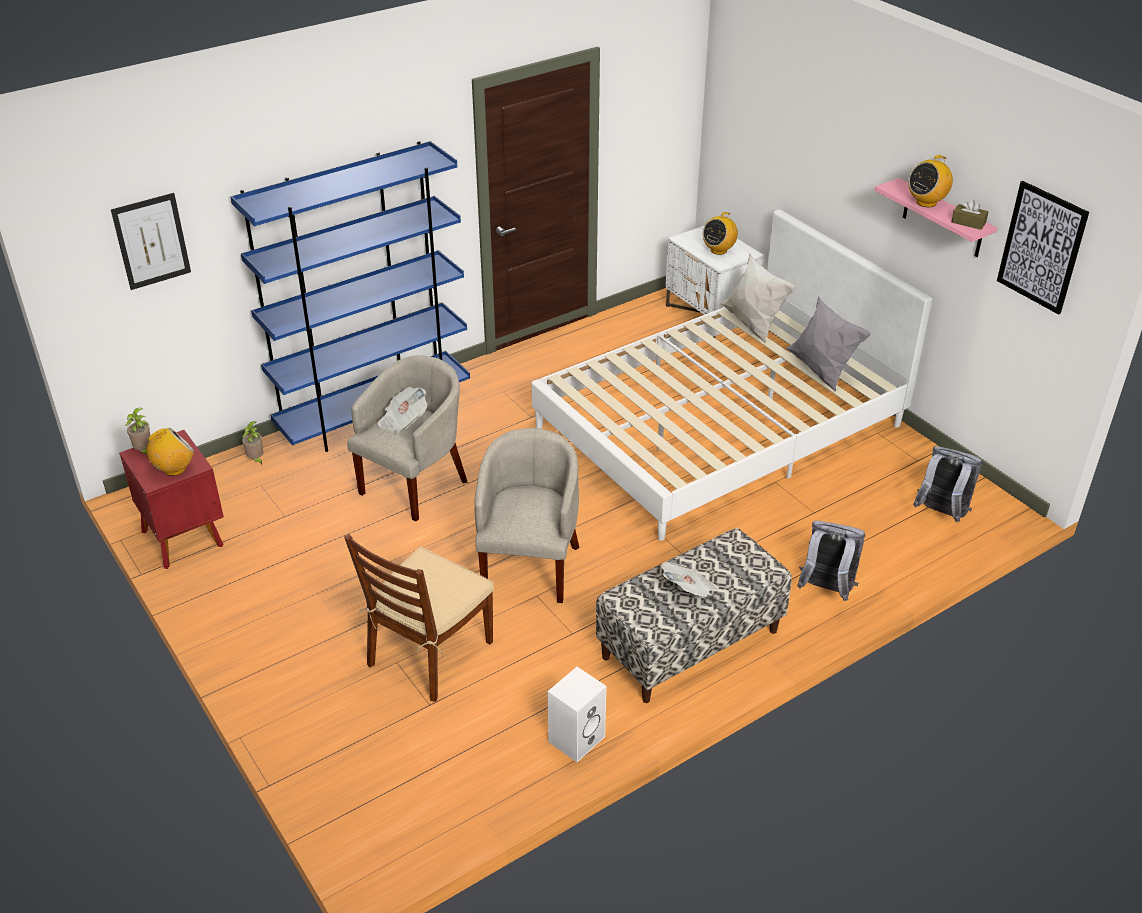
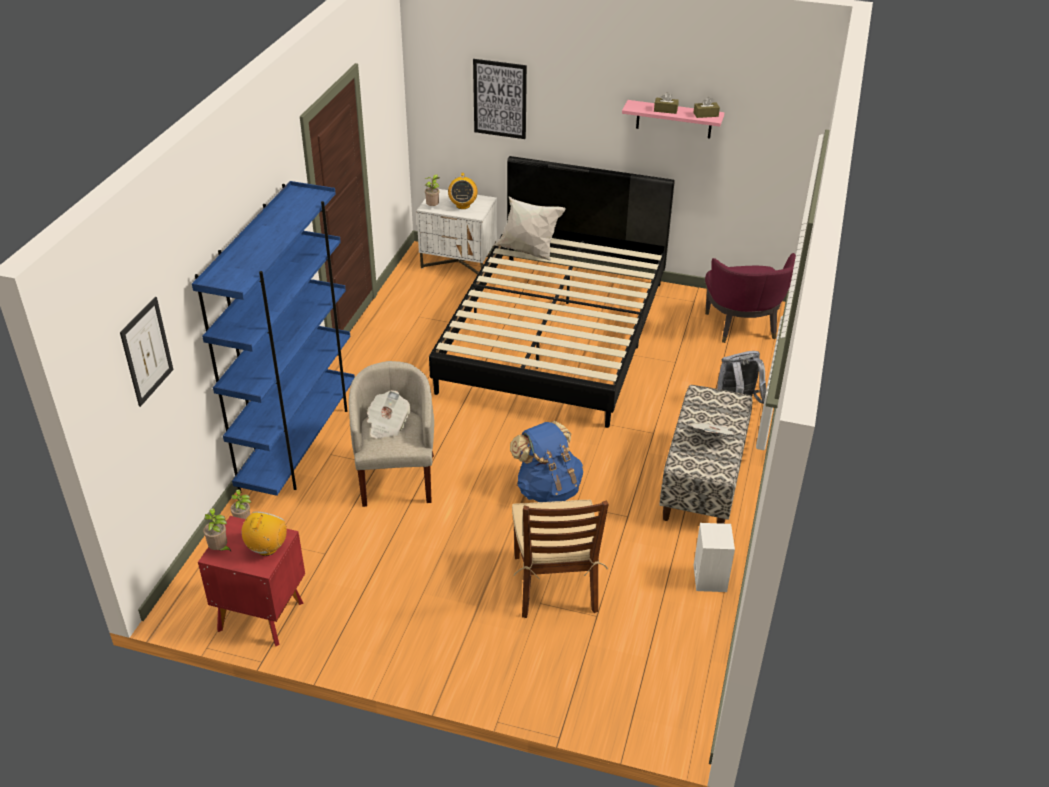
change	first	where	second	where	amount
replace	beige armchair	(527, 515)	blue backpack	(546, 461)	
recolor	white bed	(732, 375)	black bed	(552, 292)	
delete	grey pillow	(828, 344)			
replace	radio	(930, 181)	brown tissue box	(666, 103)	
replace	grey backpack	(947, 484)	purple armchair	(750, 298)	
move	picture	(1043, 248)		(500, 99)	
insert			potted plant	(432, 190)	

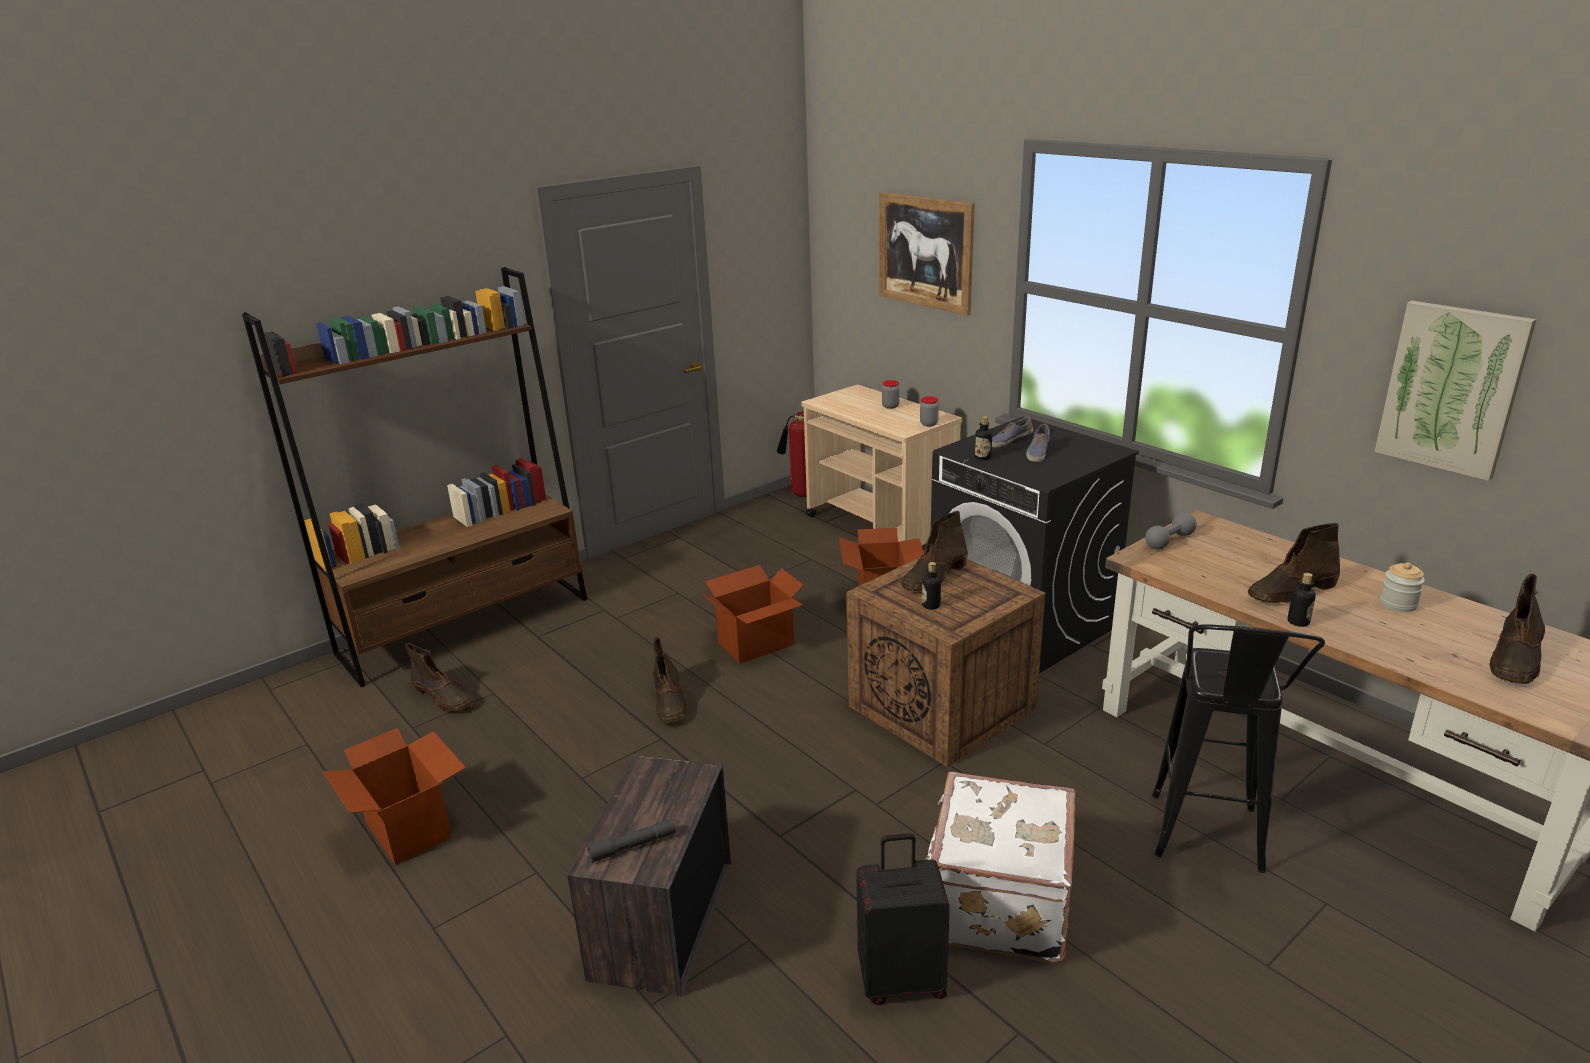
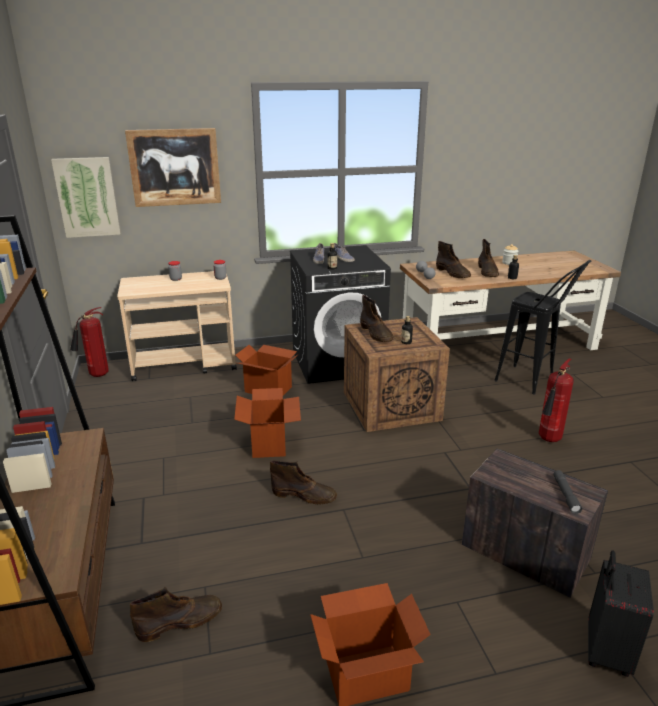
change	first	where	second	where	amount
move	black suitcase	(903, 919)		(621, 614)	
replace	white suitcase	(1000, 867)	fire extinguisher	(556, 400)	
move	picture	(1456, 391)		(86, 197)	
move	brown boot	(1517, 628)		(453, 259)	

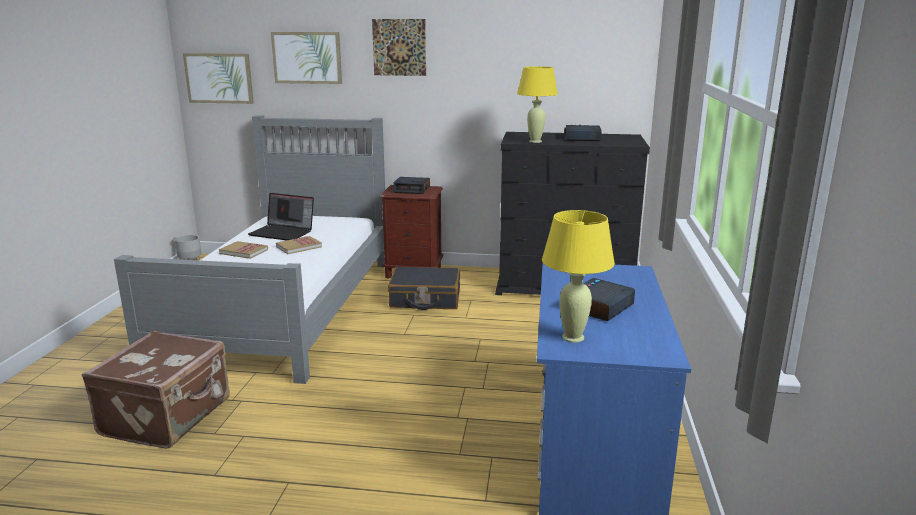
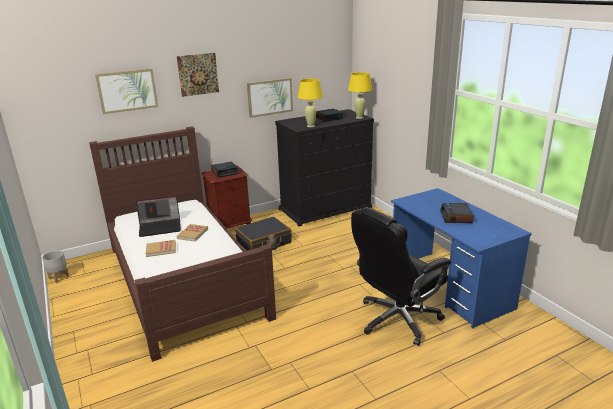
change	first	where	second	where	amount
delete	brown suitcase	(156, 390)			
recolor	grey bed	(249, 249)	brown bed	(182, 244)	
move	picture	(218, 78)		(270, 98)	
move	yellow table lamp	(578, 276)		(360, 95)	
insert			black office chair	(401, 277)	

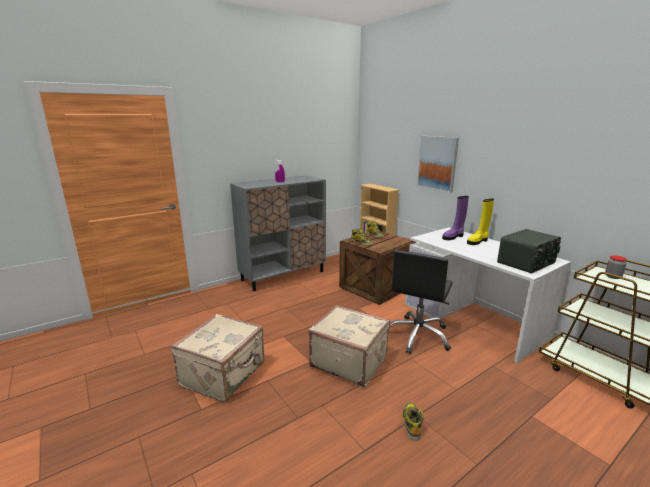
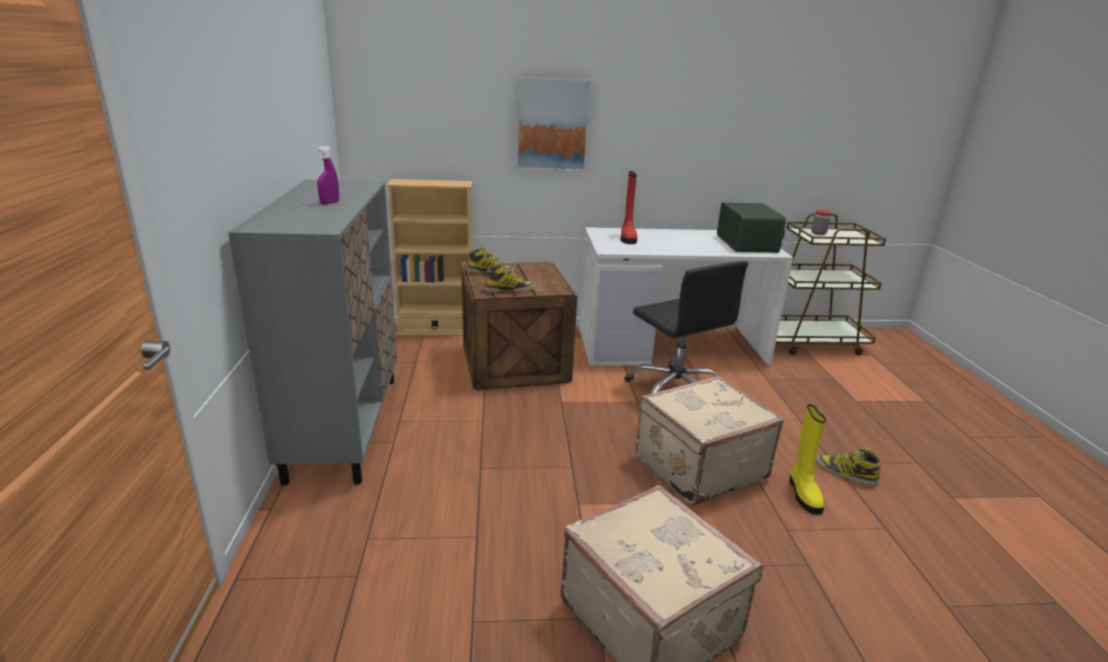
change	first	where	second	where	amount
recolor	purple boot	(455, 218)	red boot	(629, 207)	
move	yellow boot	(480, 222)		(807, 459)	

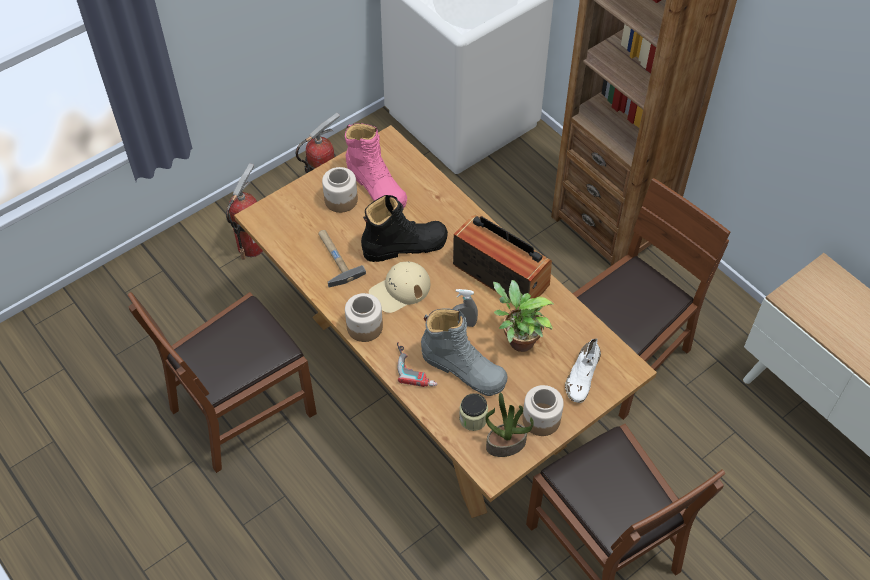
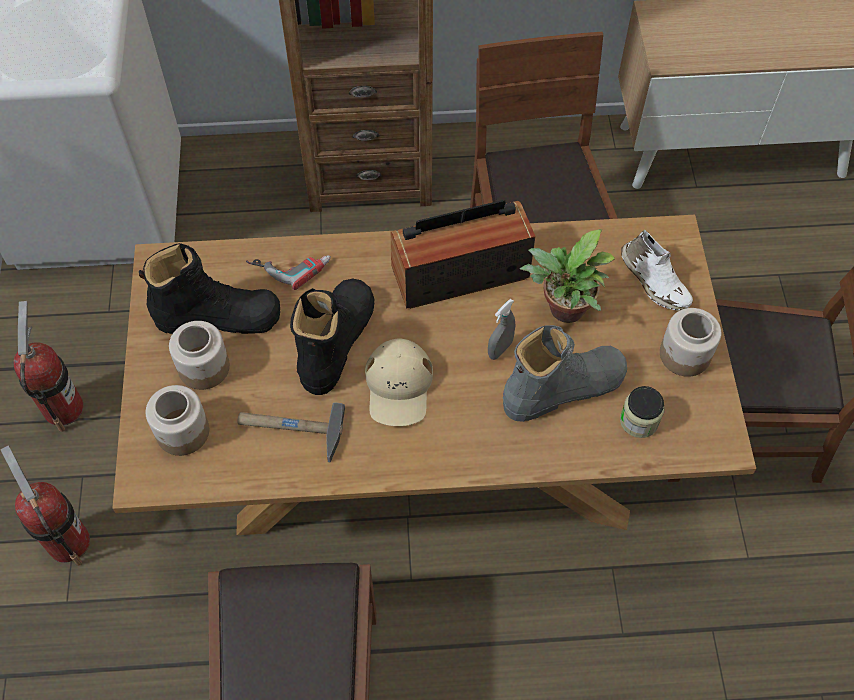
change	first	where	second	where	amount
recolor	pink boot	(376, 165)	black boot	(209, 288)	
move	jar	(364, 317)		(177, 420)	
move	power drill	(417, 364)		(288, 272)	
delete	potted plant	(509, 424)			

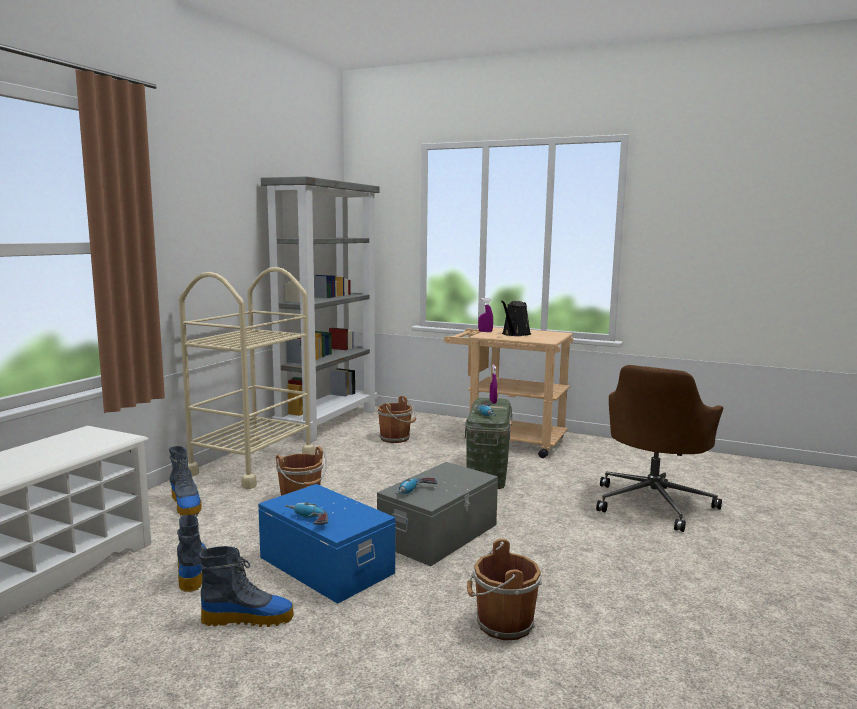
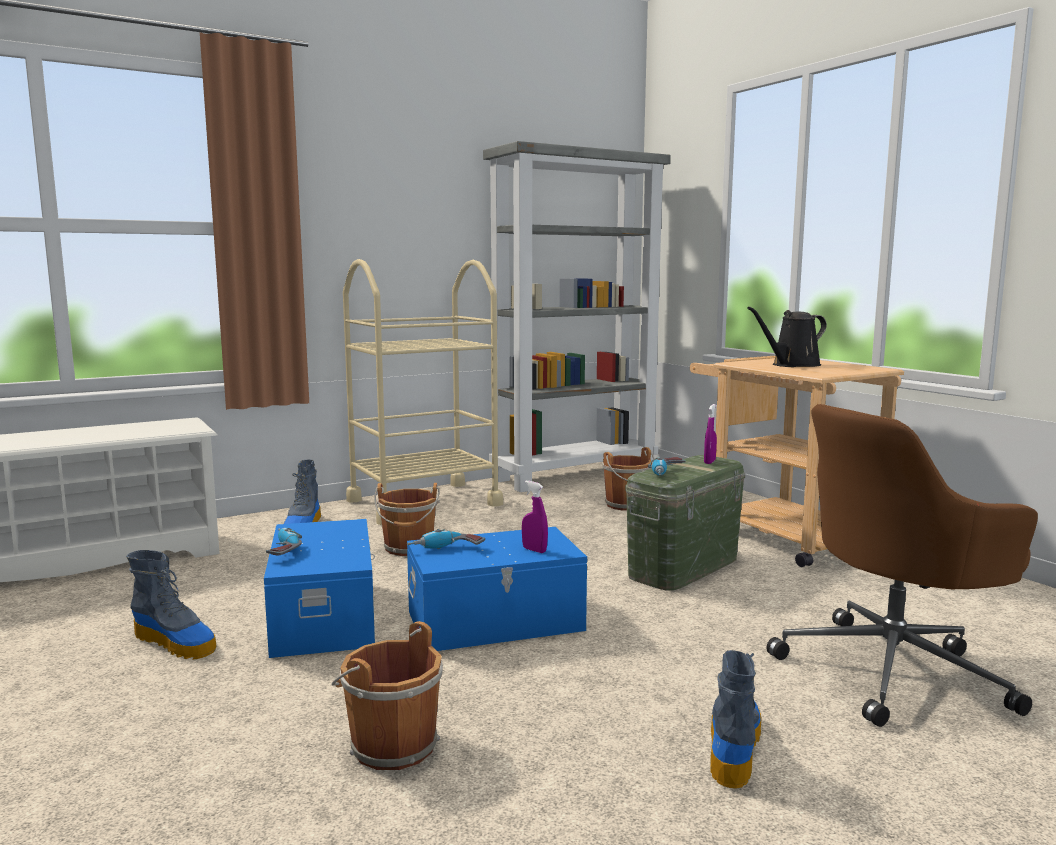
change	first	where	second	where	amount
move	boot	(192, 553)		(735, 719)	
recolor	grey storage box	(437, 514)	blue storage box	(497, 589)	
move	purple spray bottle	(485, 315)		(535, 517)	

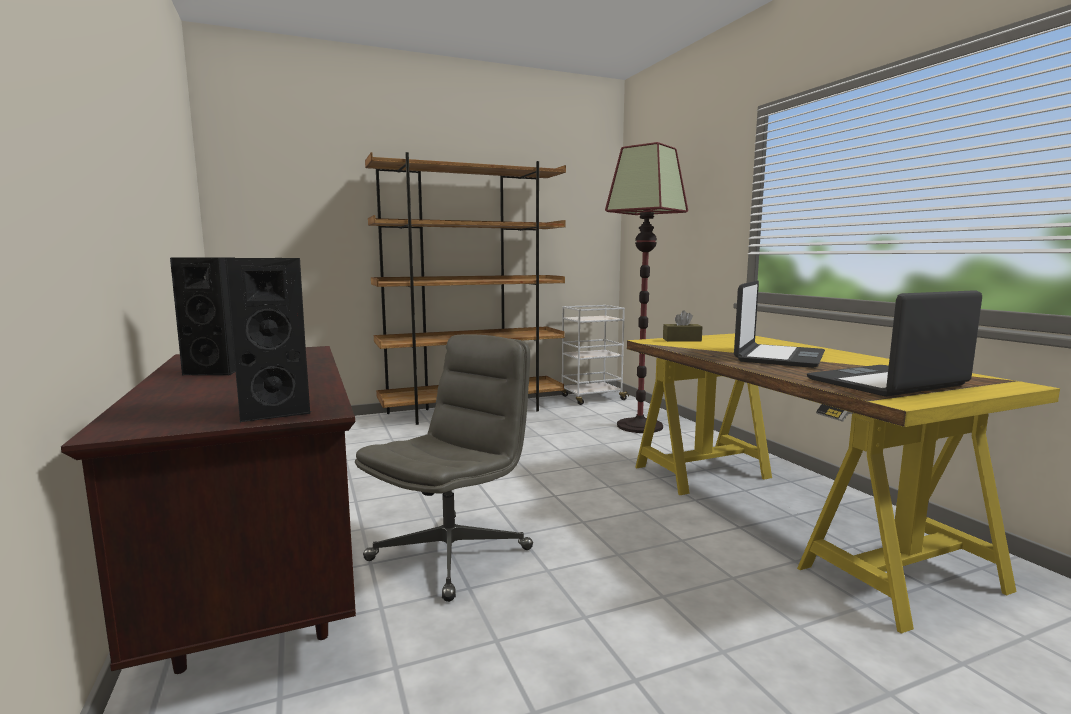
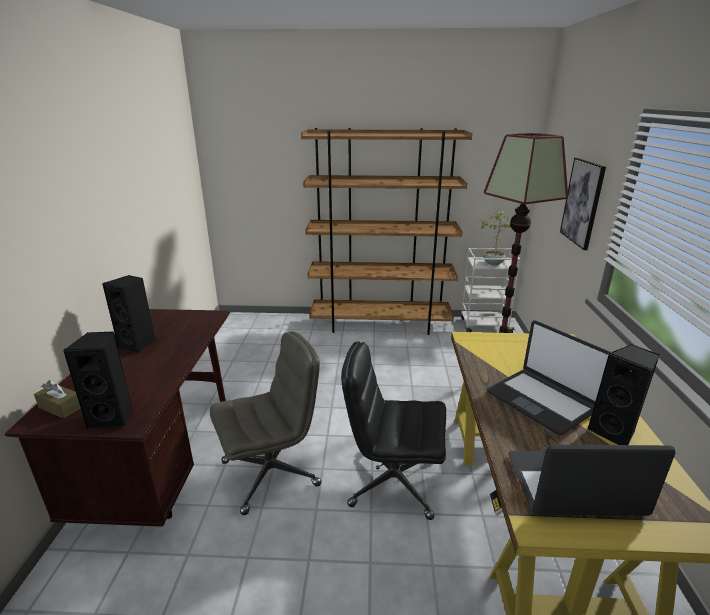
change	first	where	second	where	amount
move	brown tissue box	(683, 326)		(57, 399)	
rotate	laptop	(779, 324)		(548, 378)	90 degrees clockwise
insert			black office chair	(393, 430)	
insert			potted plant	(495, 237)	
insert			picture	(583, 204)	
insert			black speaker	(624, 394)	

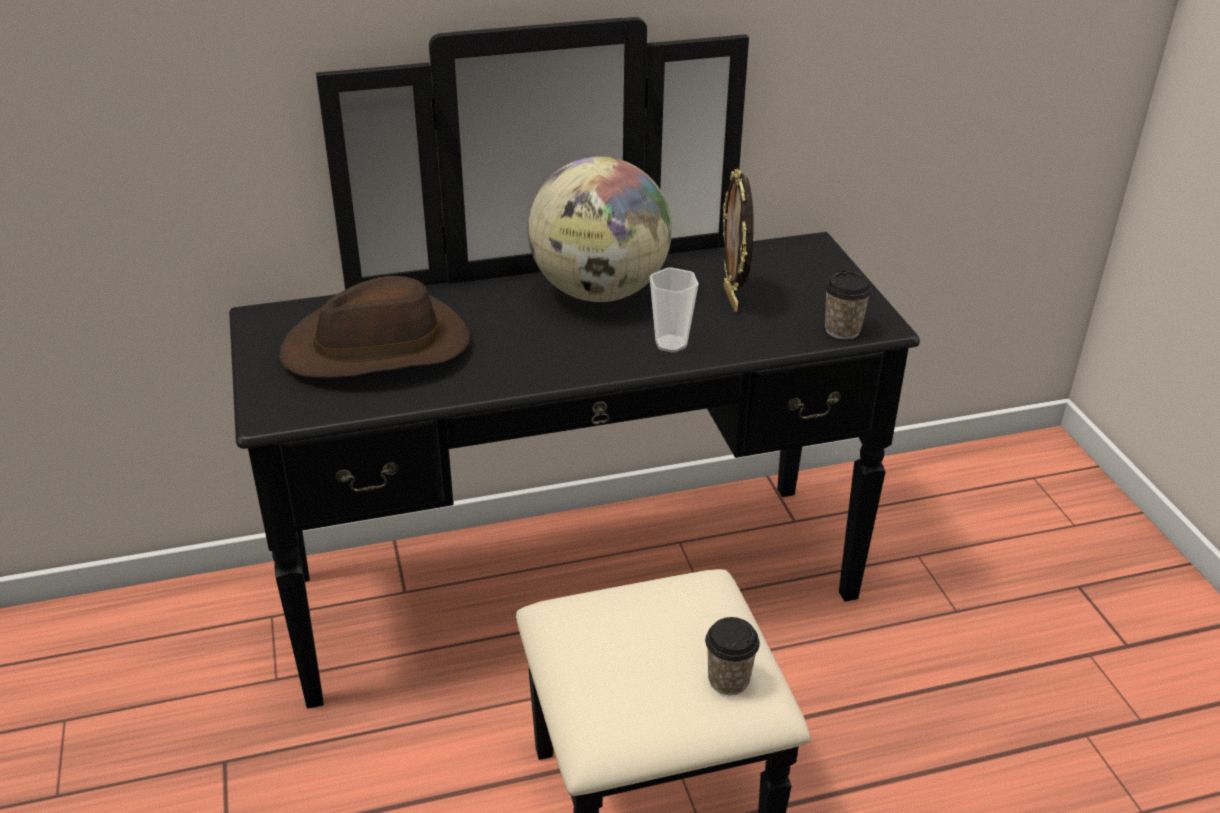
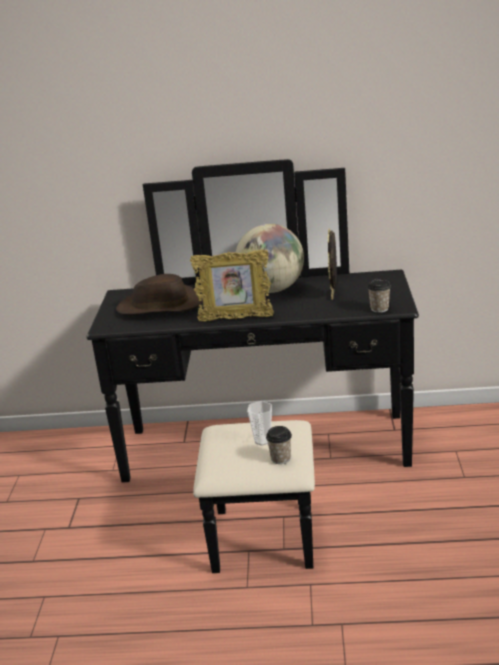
change	first	where	second	where	amount
move	cup	(674, 310)		(259, 423)	
insert			picture frame	(232, 286)	

